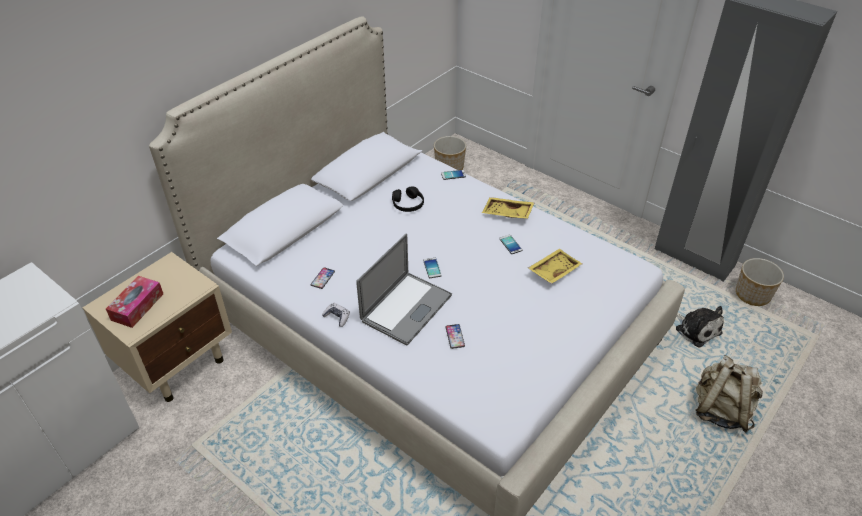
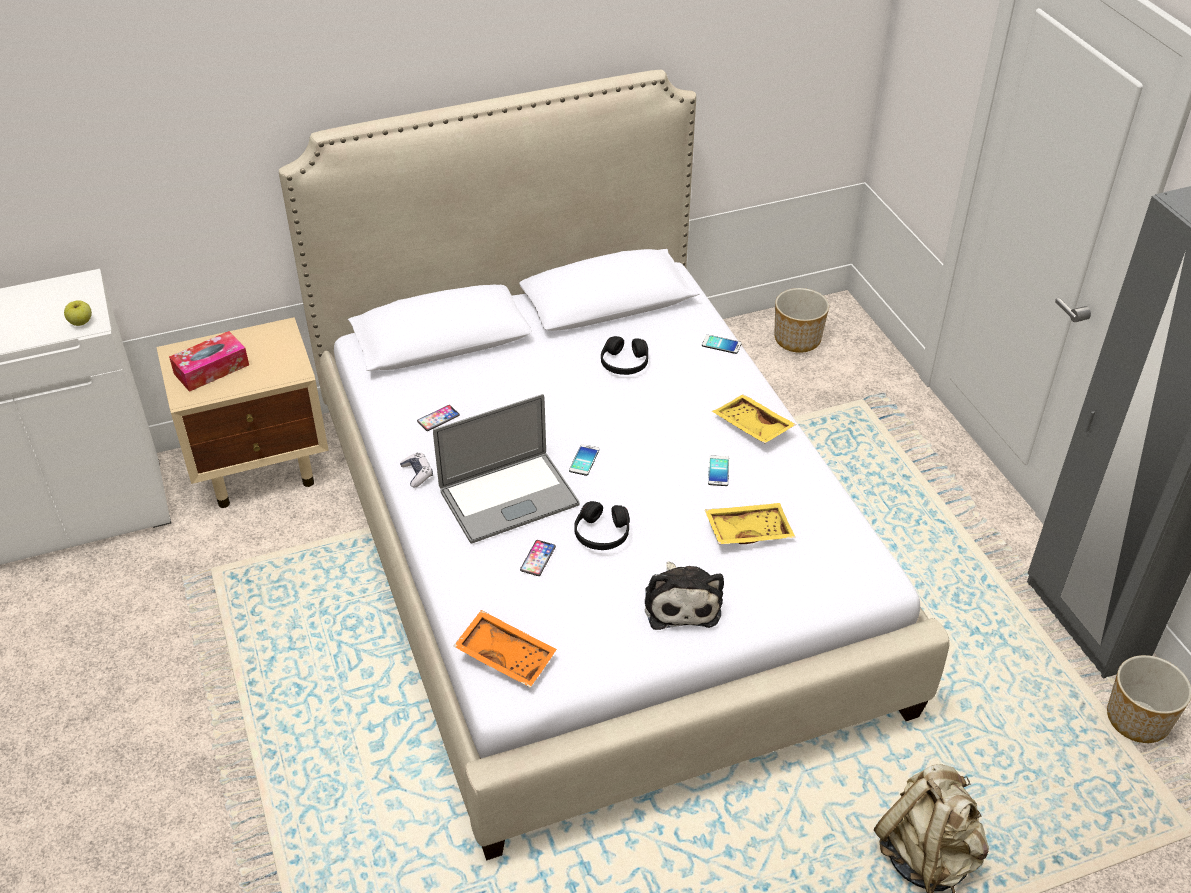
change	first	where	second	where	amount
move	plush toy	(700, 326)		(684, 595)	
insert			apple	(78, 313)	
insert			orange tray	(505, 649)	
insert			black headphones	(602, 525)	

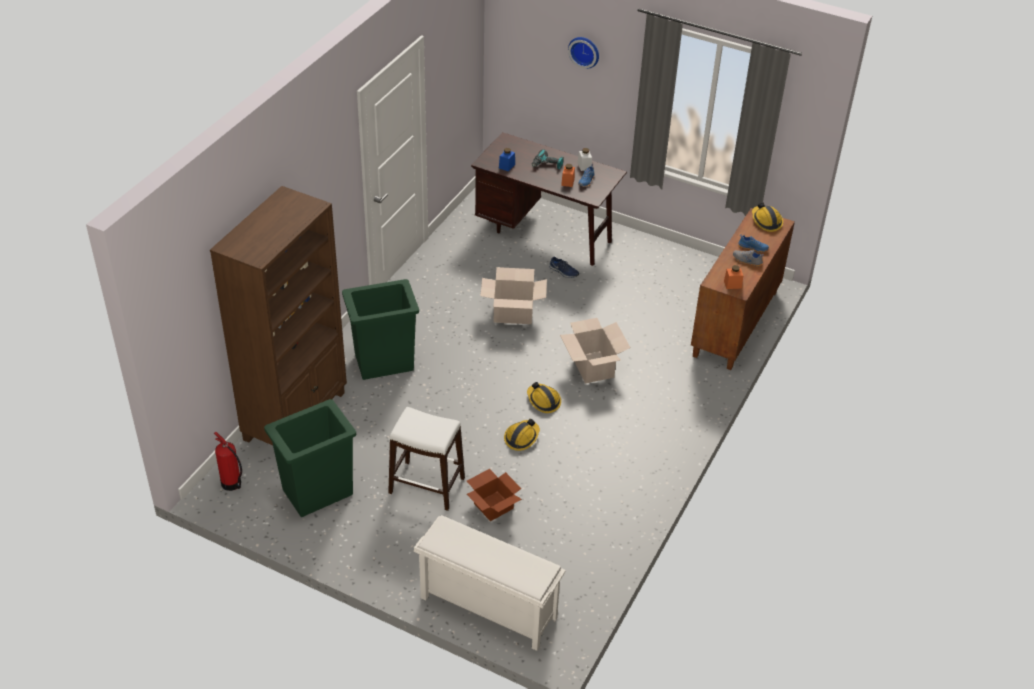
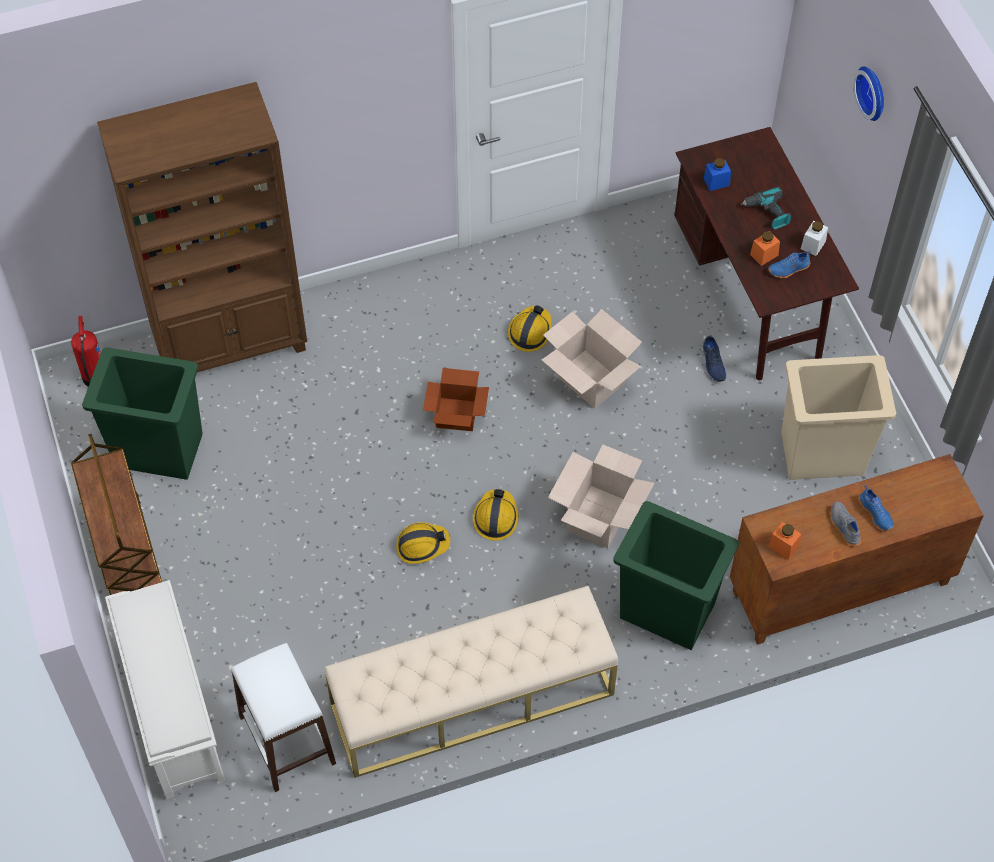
change	first	where	second	where	amount
move	green trash can	(380, 329)		(676, 575)	
move	white stool	(426, 459)		(283, 717)	
move	cardboard box	(494, 495)		(456, 399)	
move	hard hat	(767, 217)		(530, 328)	
insert			brown cart	(116, 514)	
insert			beige bench	(471, 682)	
insert			beige trash can	(838, 417)	

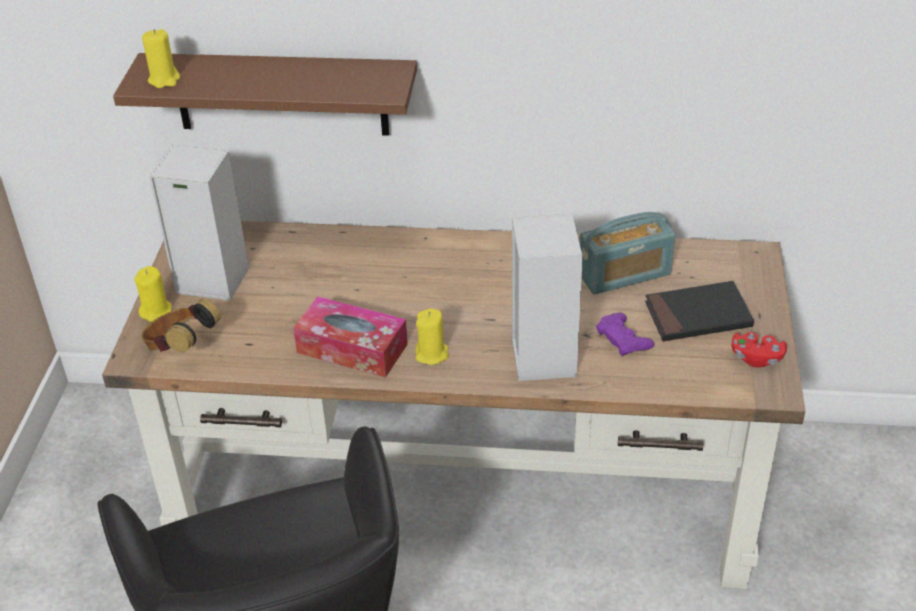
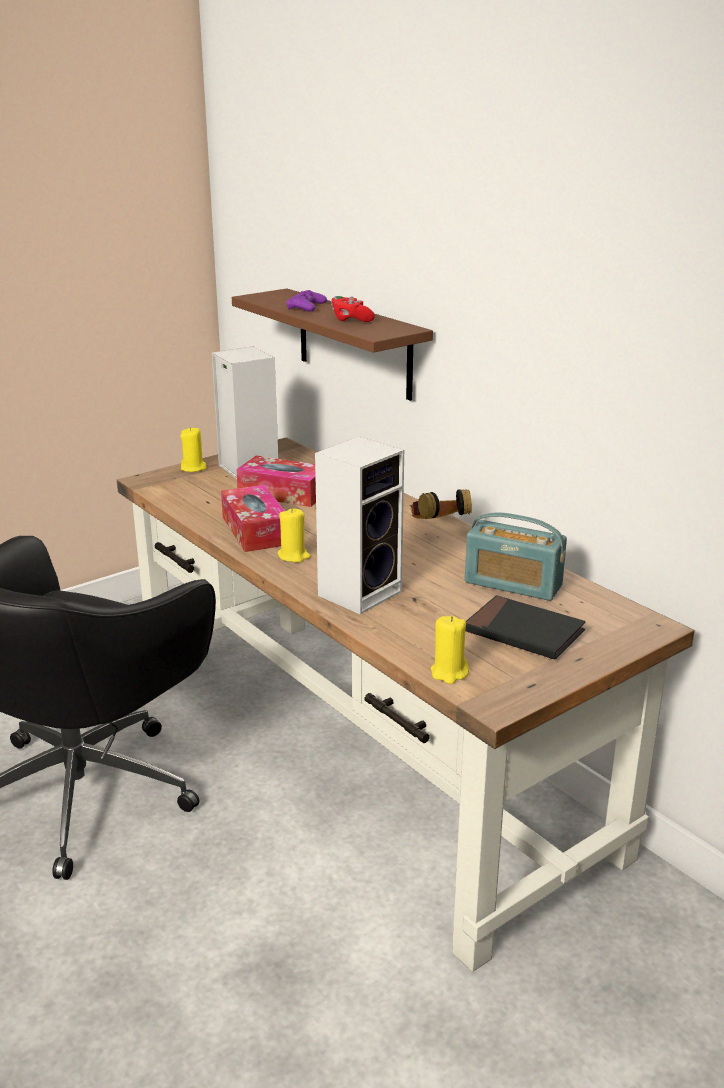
change	first	where	second	where	amount
move	yellow candle	(161, 58)		(450, 650)	
move	headphones	(181, 326)		(441, 504)	
move	purple game controller	(625, 334)		(306, 301)	
move	red game controller	(759, 350)		(353, 309)	
insert			tissue box	(276, 481)	

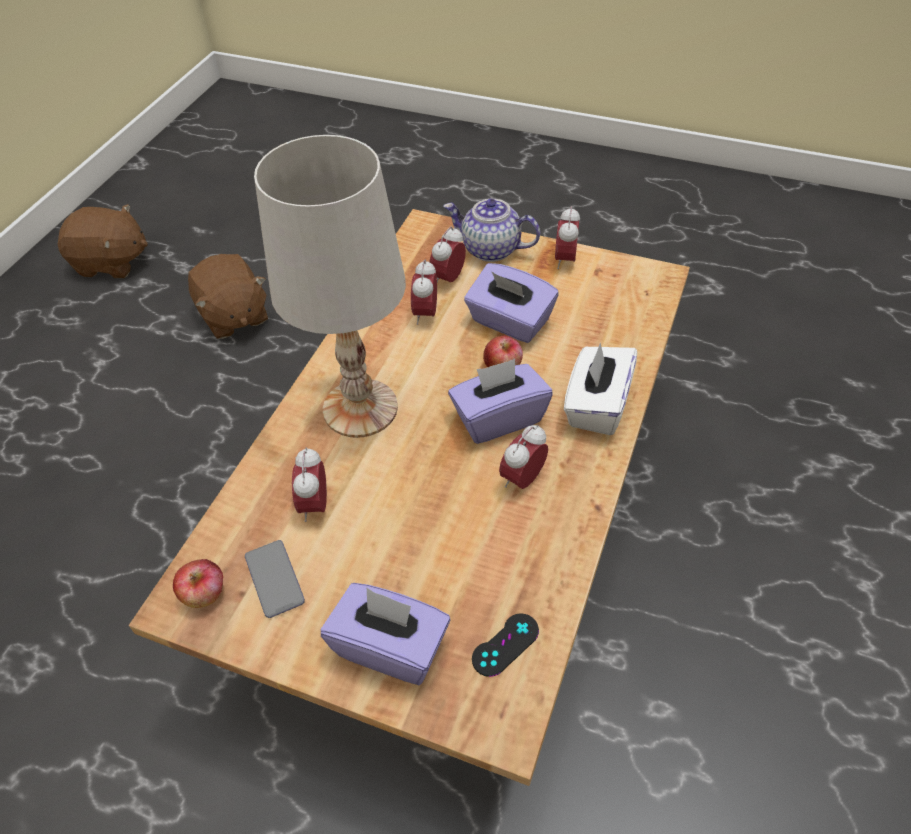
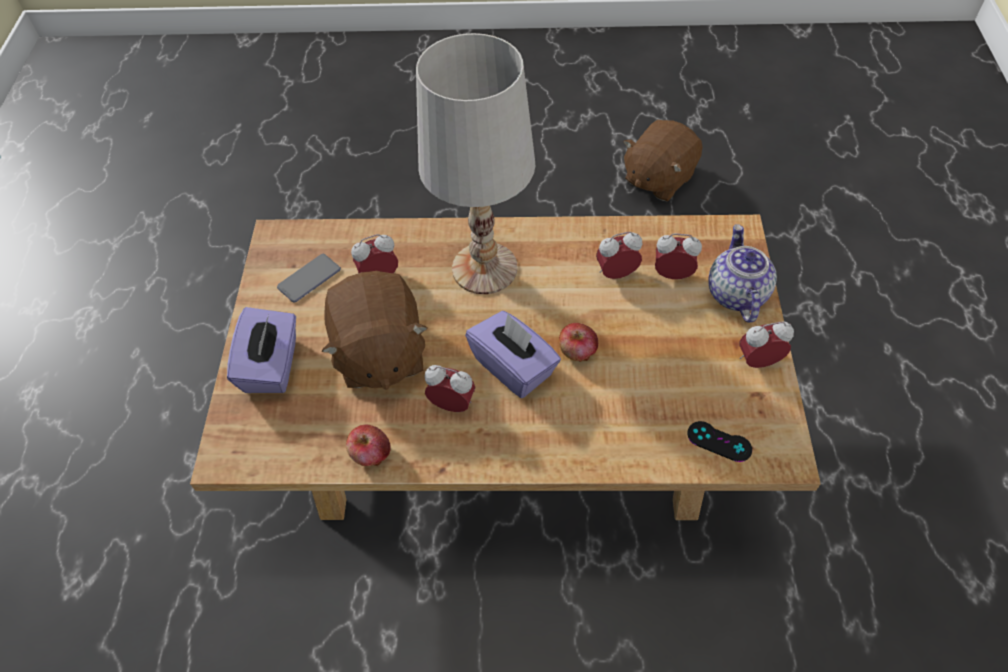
change	first	where	second	where	amount
move	brown plush toy	(103, 241)		(374, 330)	
move	apple	(198, 583)		(368, 445)	
delete	purple tissue box	(511, 303)			
move	black game controller	(505, 645)		(719, 441)	
delete	white tissue box	(600, 389)			

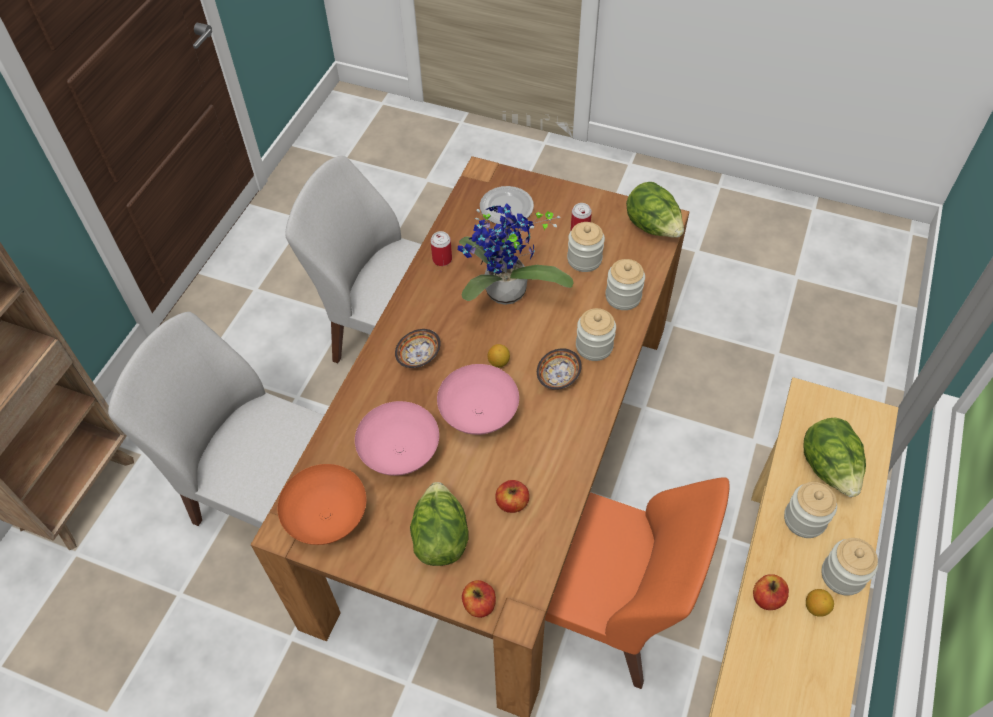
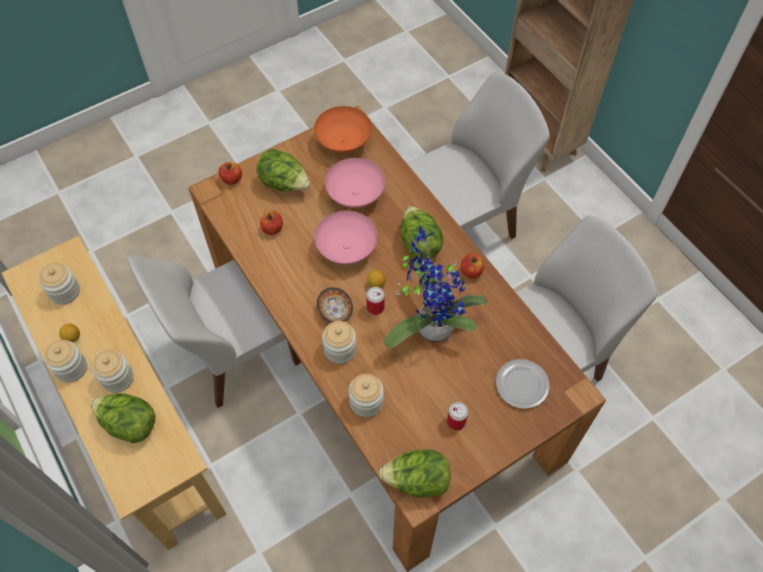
change	first	where	second	where	amount
replace	bowl	(418, 348)	lettuce	(422, 232)	
move	can	(441, 248)		(375, 301)	
recolor	orange chair	(637, 583)	white chair	(214, 331)	
move	jar	(586, 247)		(59, 284)	
move	apple	(771, 592)		(472, 265)	

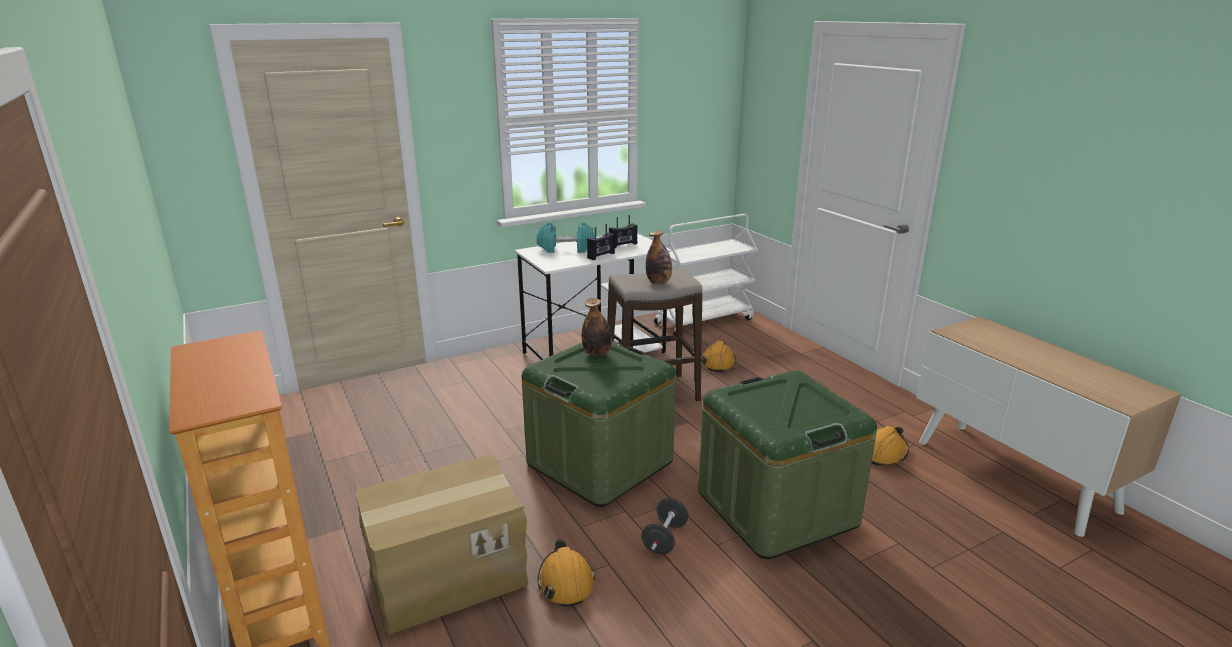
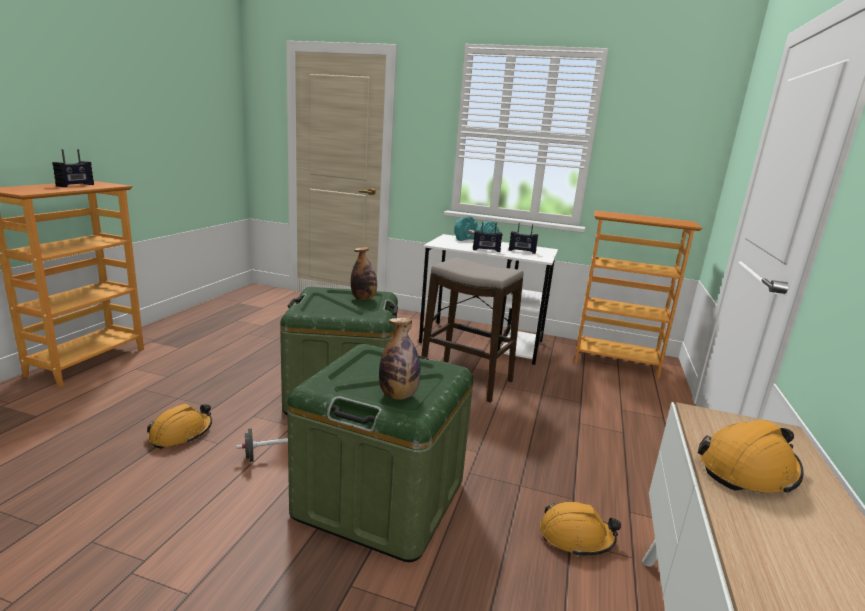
change	first	where	second	where	amount
delete	cardboard box	(442, 544)			
move	bottle	(659, 257)		(400, 359)	
replace	white cart	(706, 274)	bookcase	(638, 295)	
move	orange hard hat	(718, 356)		(751, 457)	
insert			radio	(73, 168)	

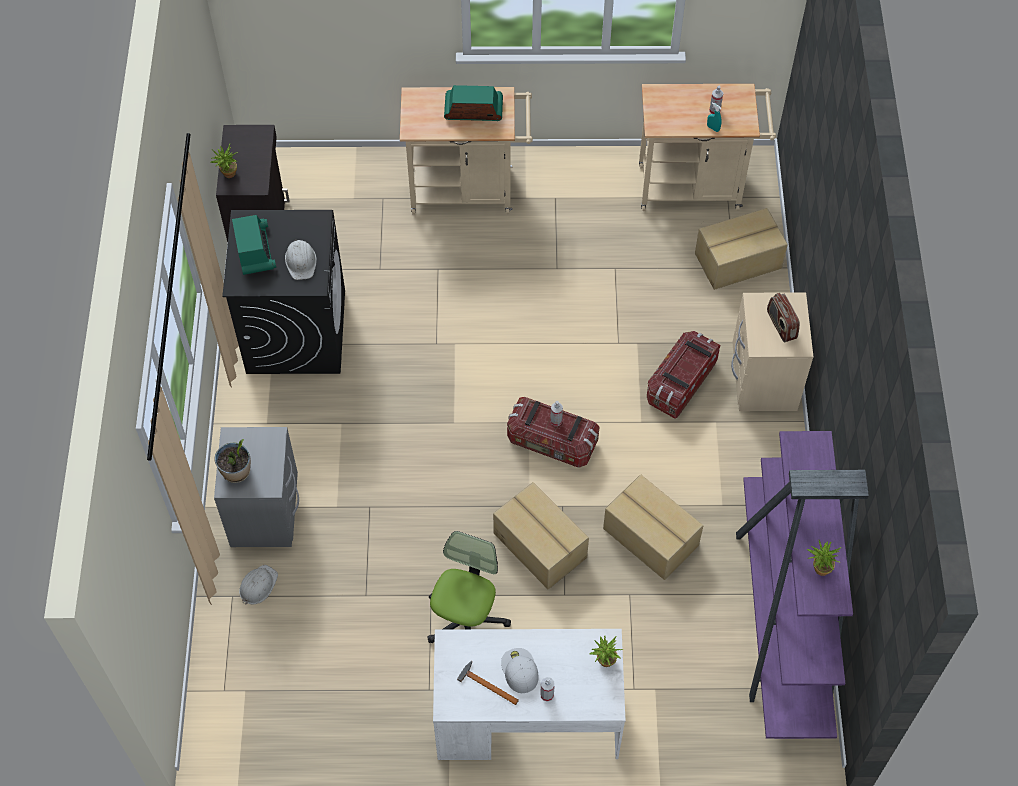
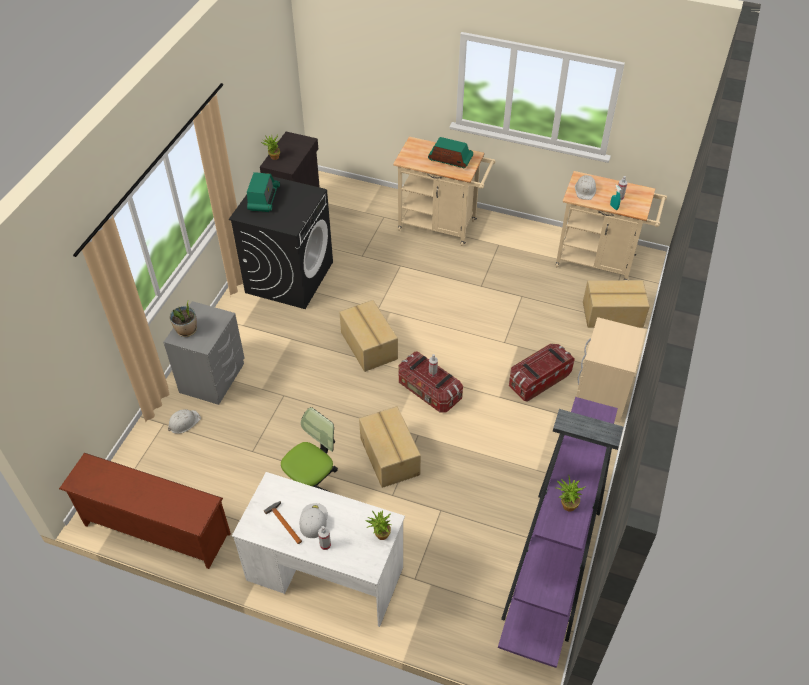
change	first	where	second	where	amount
move	white hard hat	(301, 259)		(585, 187)	
move	cardboard box	(653, 527)		(368, 336)	
delete	radio	(783, 317)			
insert			brown shoe rack	(145, 511)	

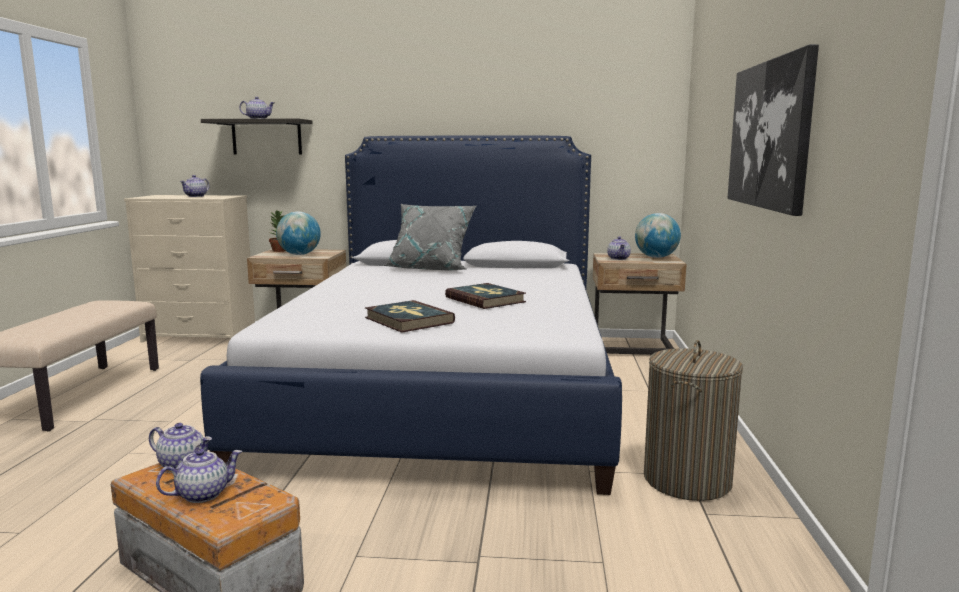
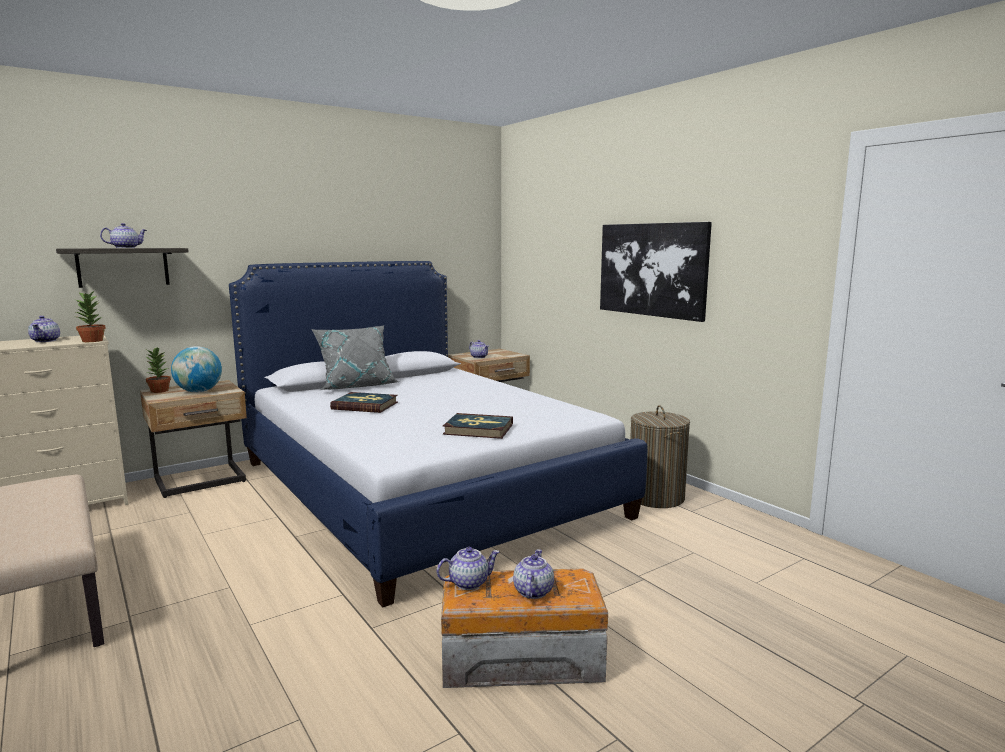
change	first	where	second	where	amount
move	book	(485, 296)		(364, 402)	
delete	globe	(658, 235)			
insert			potted plant	(90, 316)	

